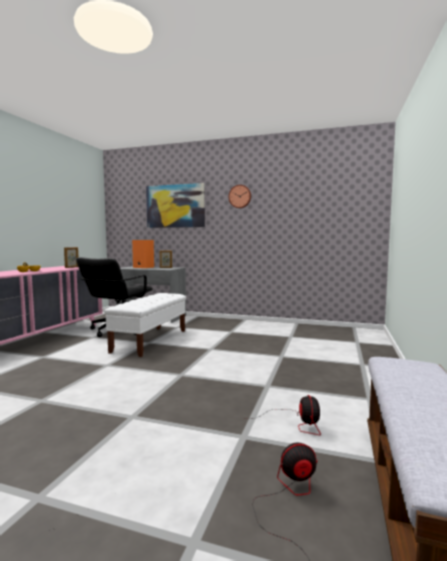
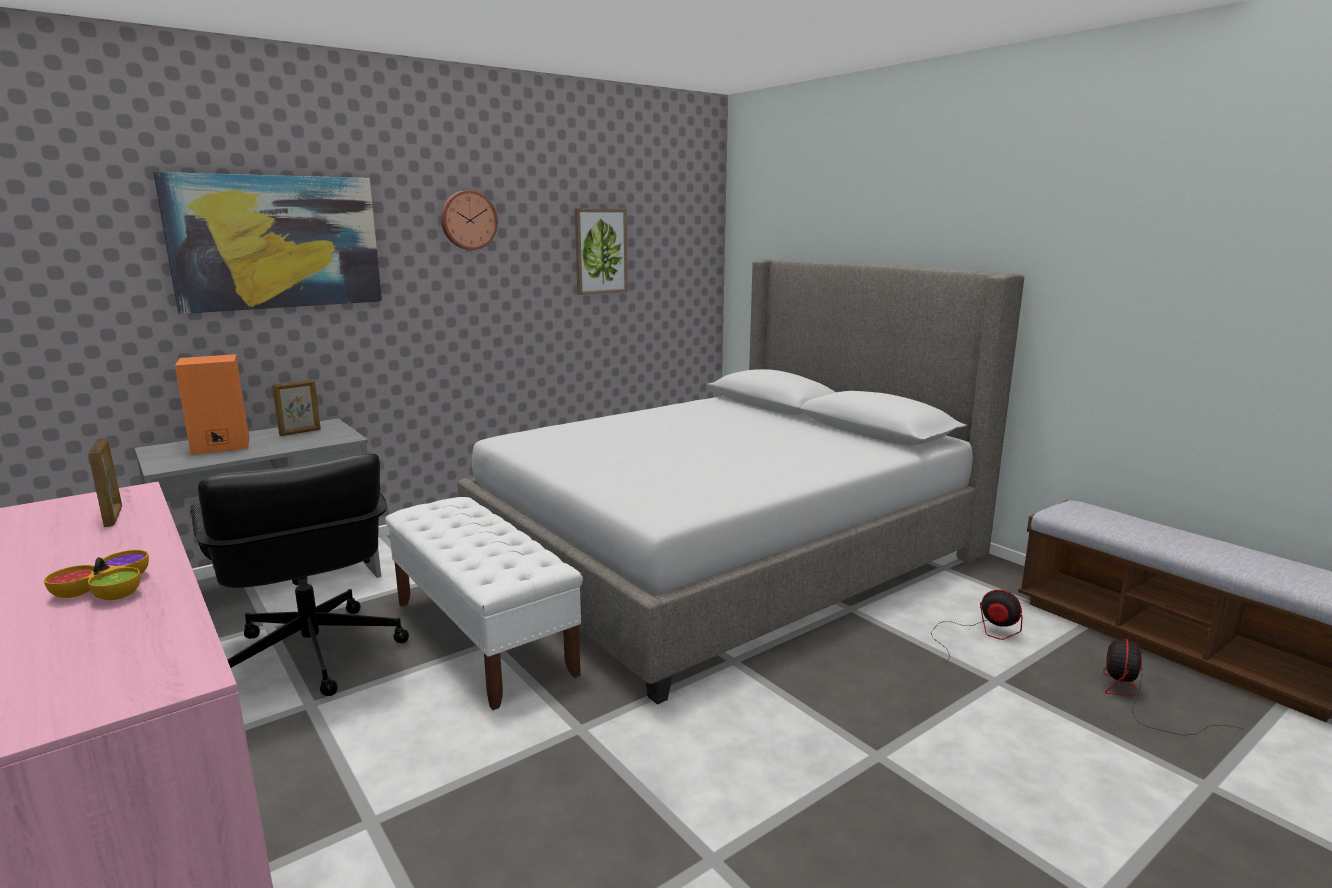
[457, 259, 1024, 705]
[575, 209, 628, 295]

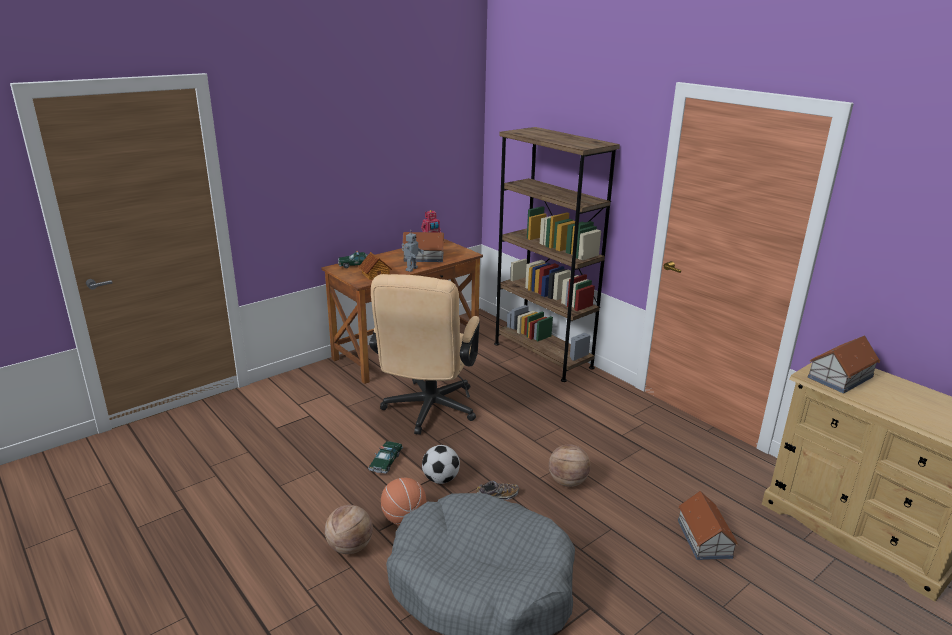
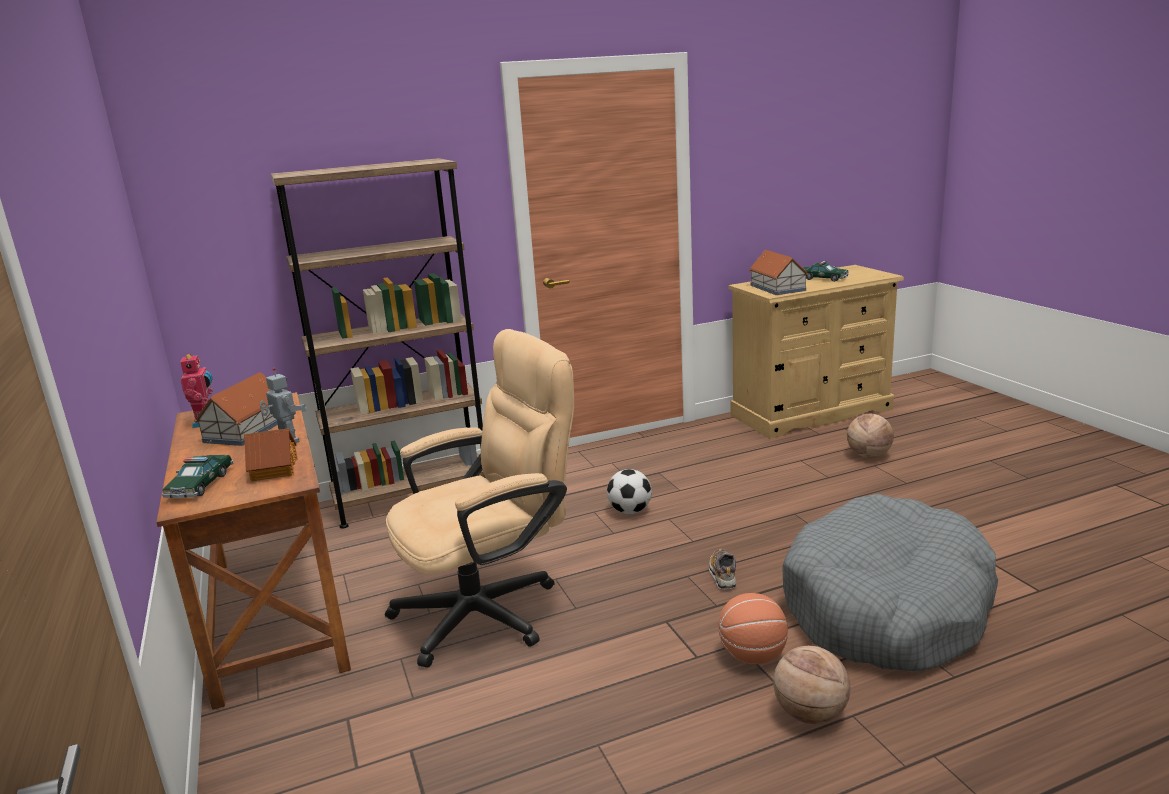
[678, 491, 738, 560] (first image)
[803, 261, 849, 282]
[607, 469, 652, 514]
[847, 414, 894, 458]
[385, 329, 574, 668]

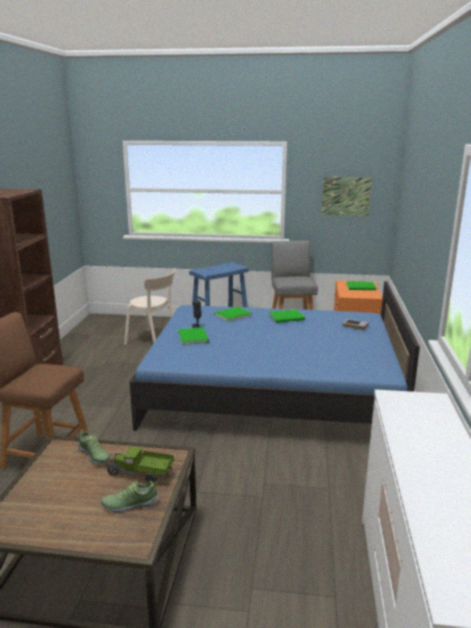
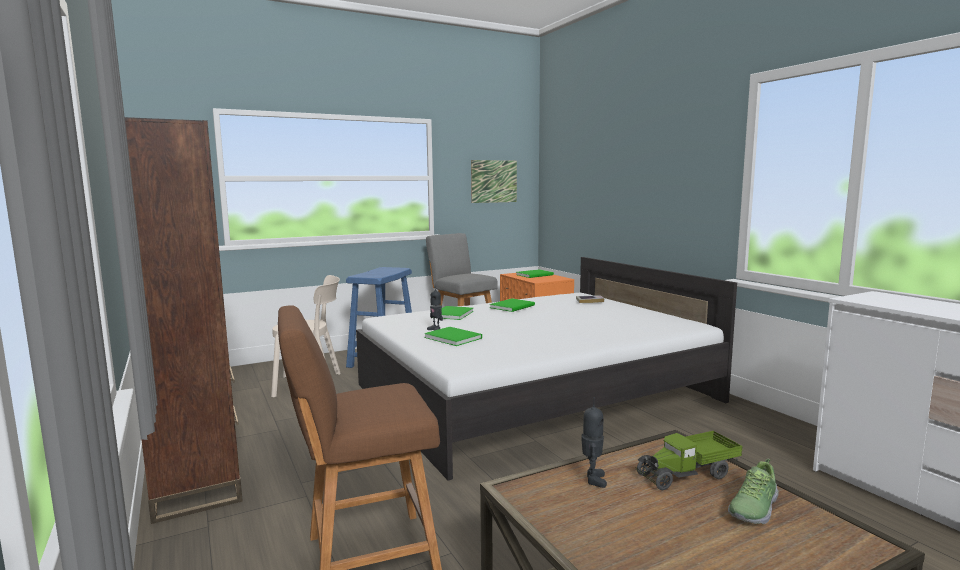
[581, 397, 607, 488]
[356, 257, 737, 481]

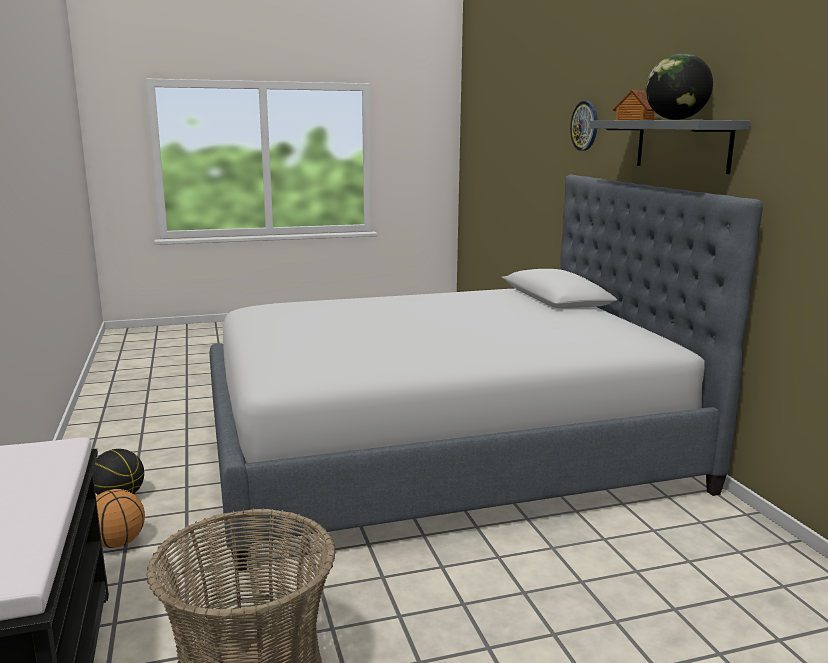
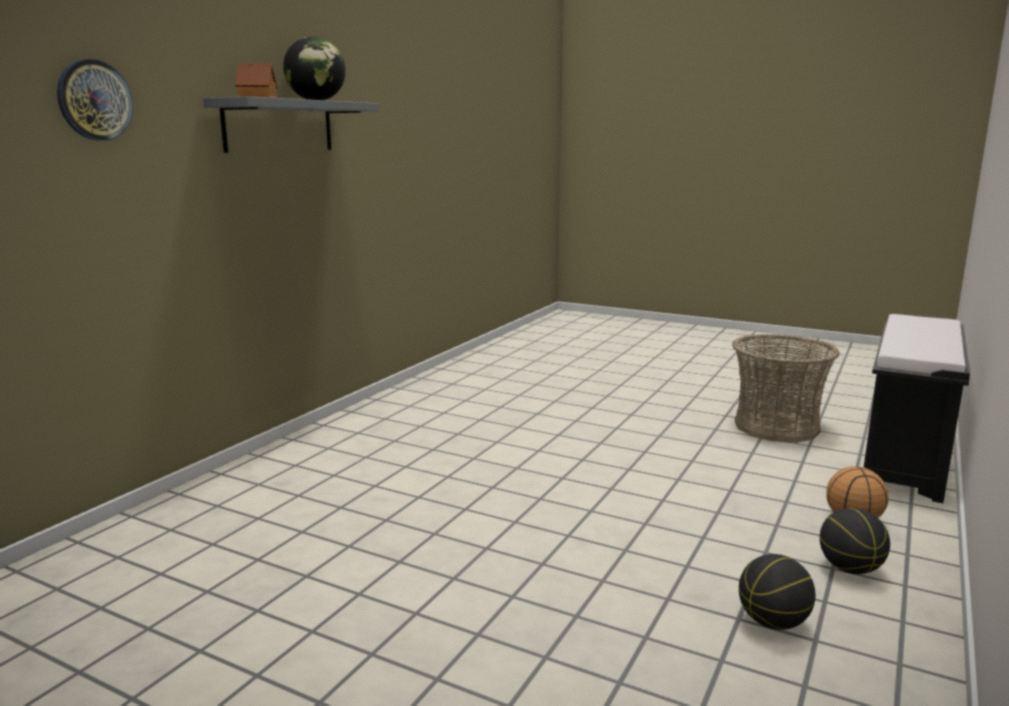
[210, 175, 763, 571] (first image)
[739, 554, 816, 630]

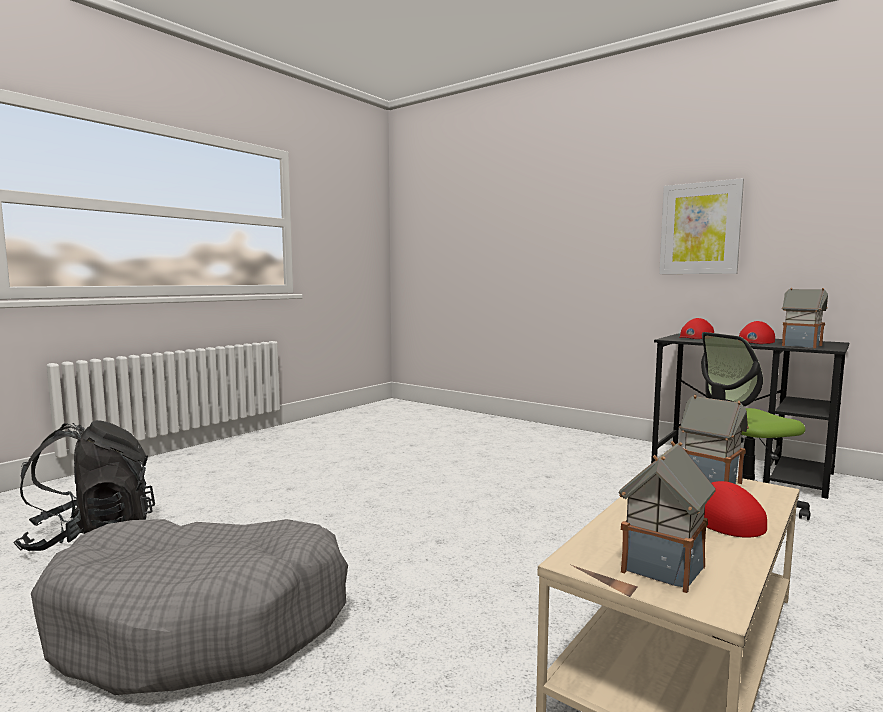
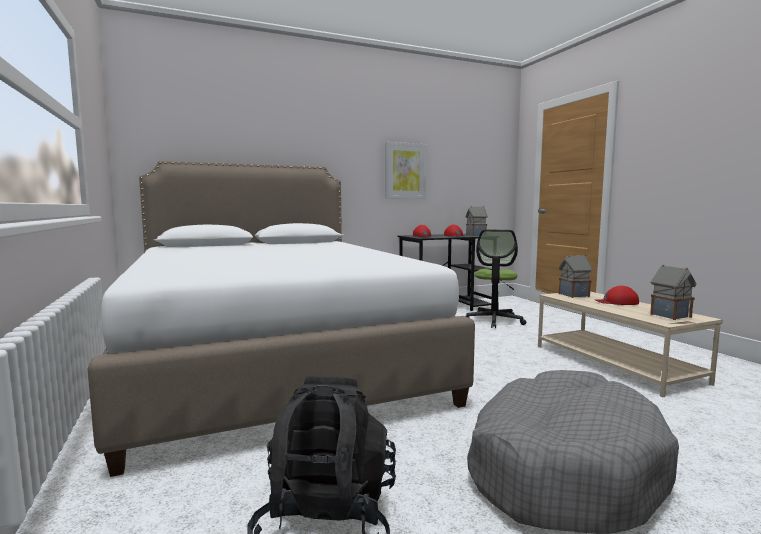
[87, 161, 475, 477]

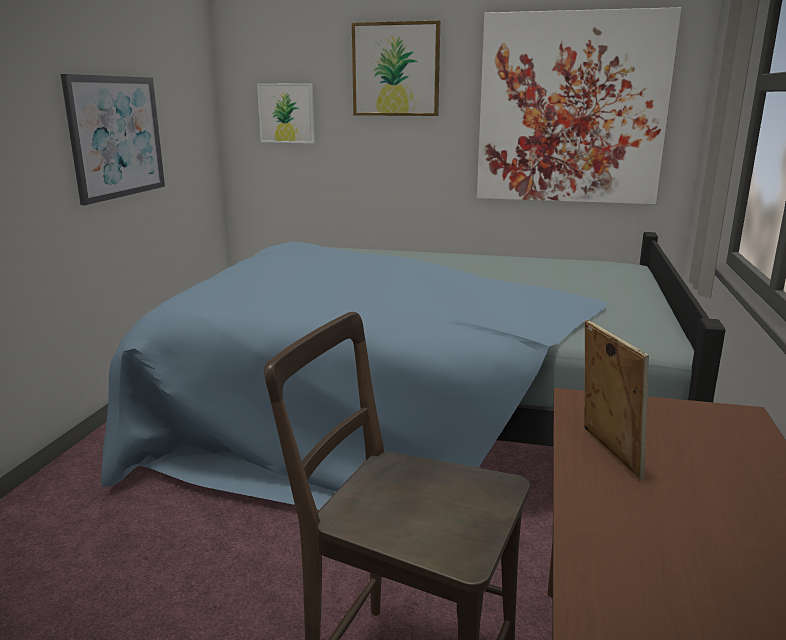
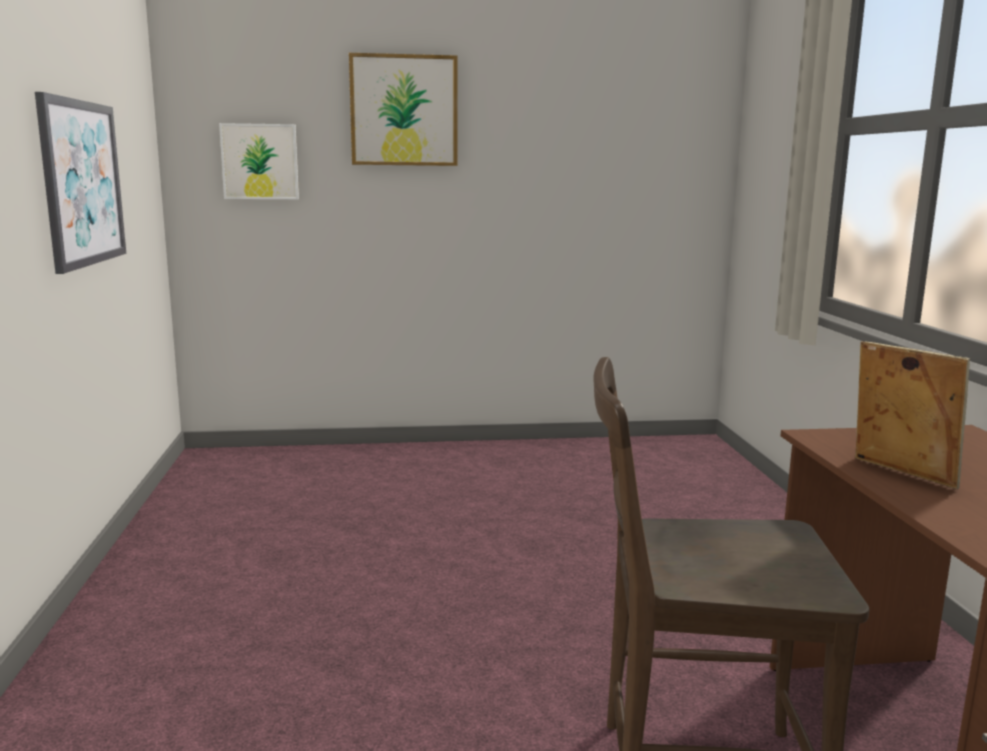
[101, 232, 726, 510] (first image)
[477, 7, 682, 204] (first image)

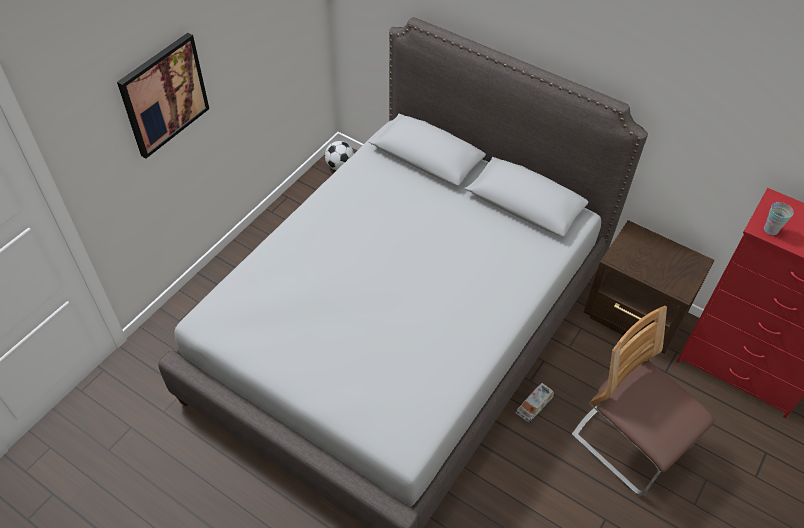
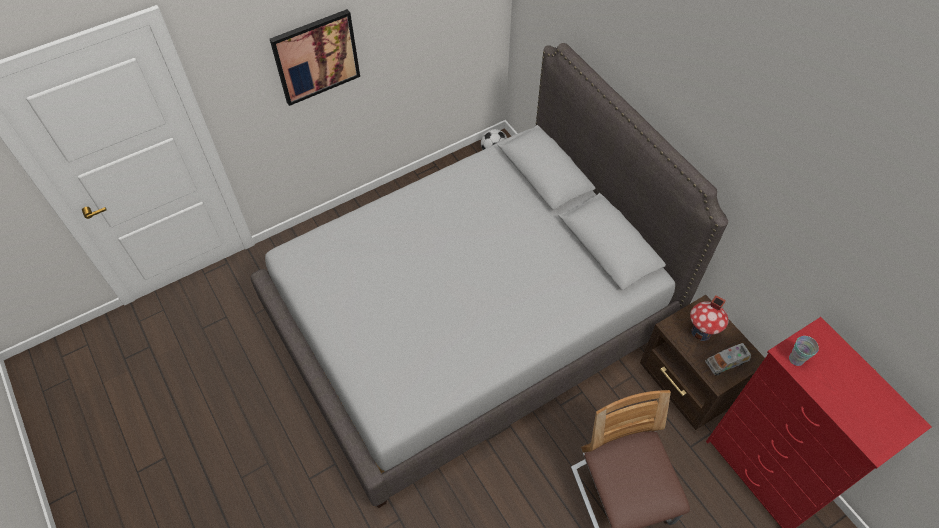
[690, 295, 728, 341]
[705, 343, 751, 376]

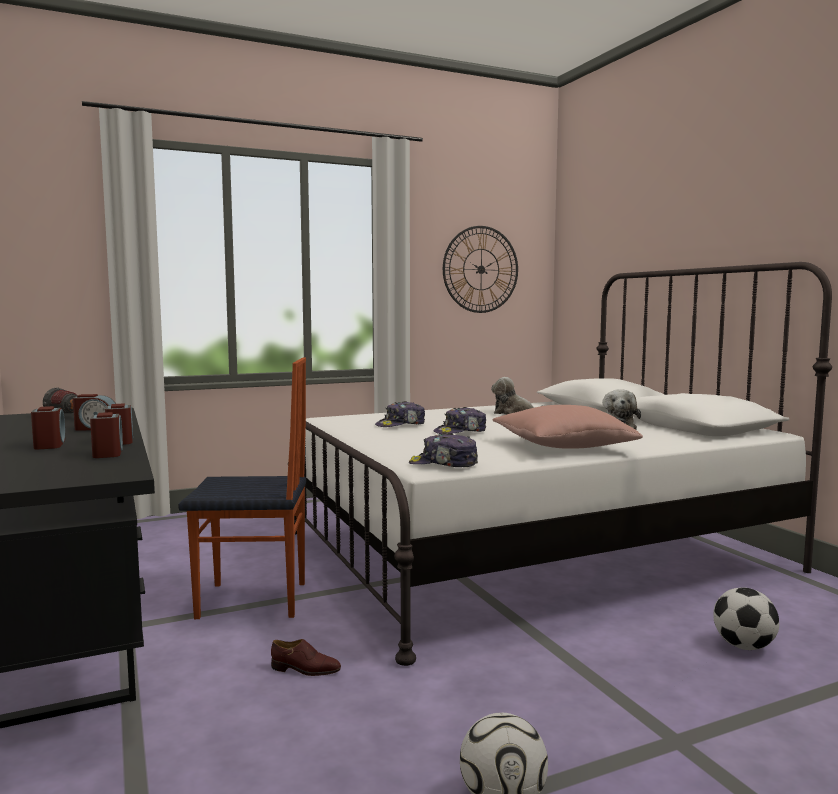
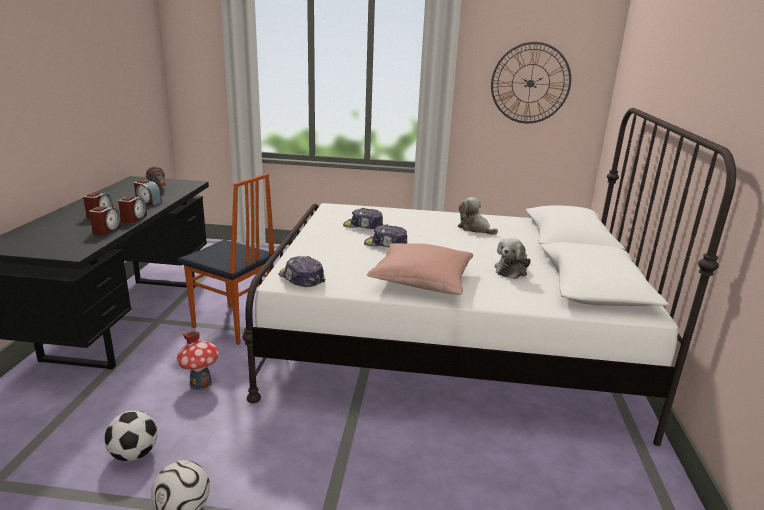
[105, 410, 158, 461]
[177, 330, 219, 390]

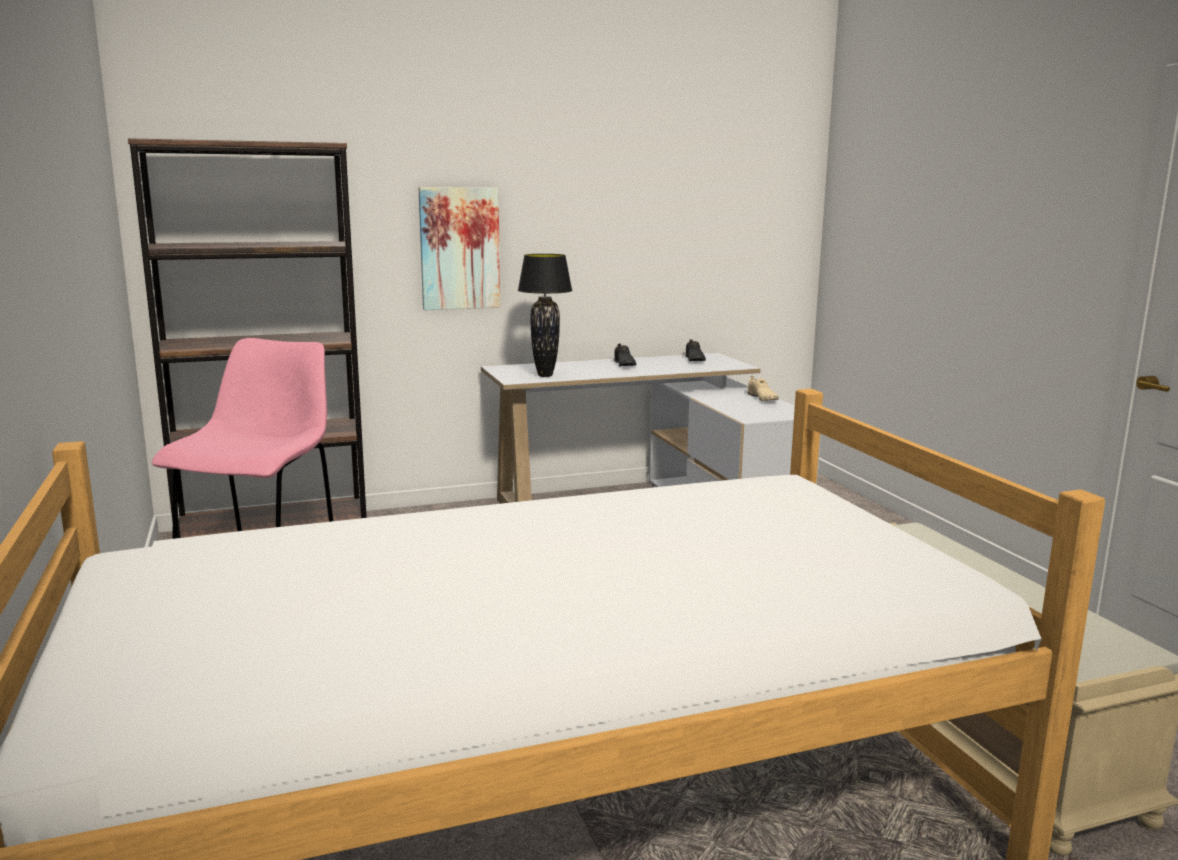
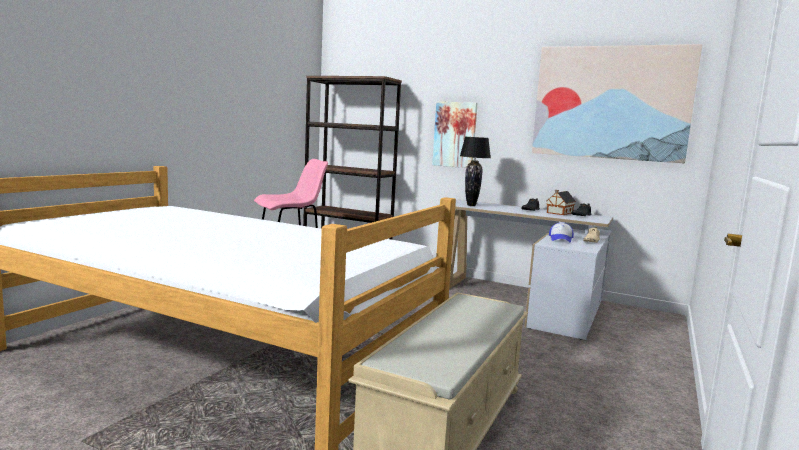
[532, 44, 702, 164]
[546, 190, 576, 215]
[549, 223, 574, 243]

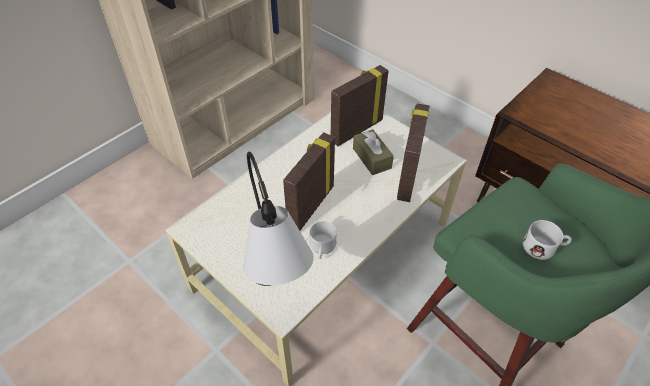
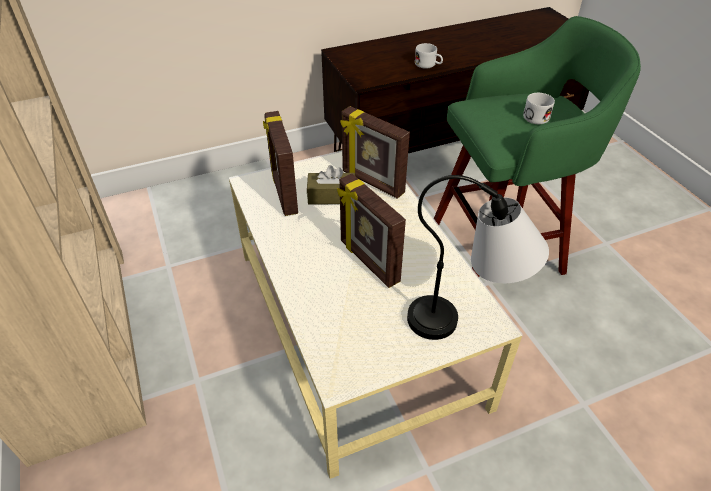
[415, 43, 443, 68]

